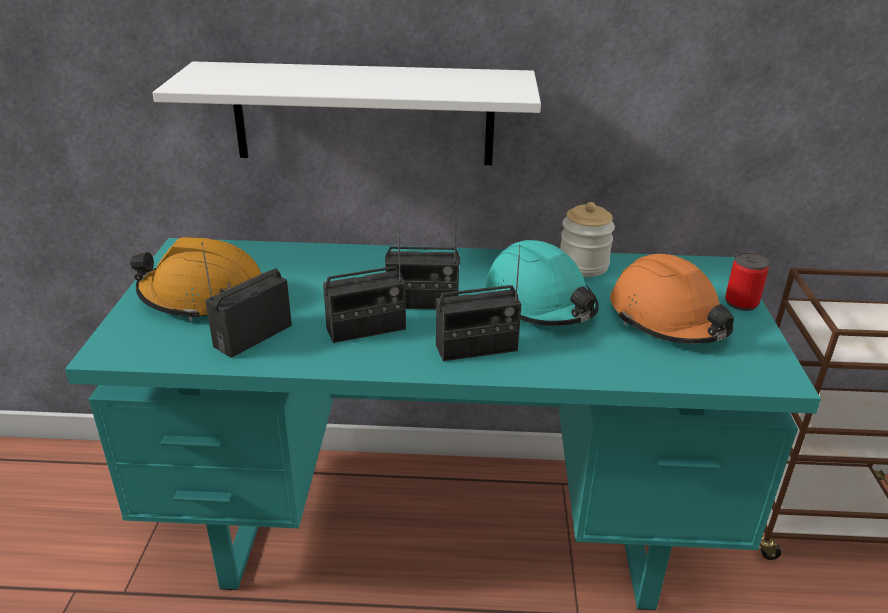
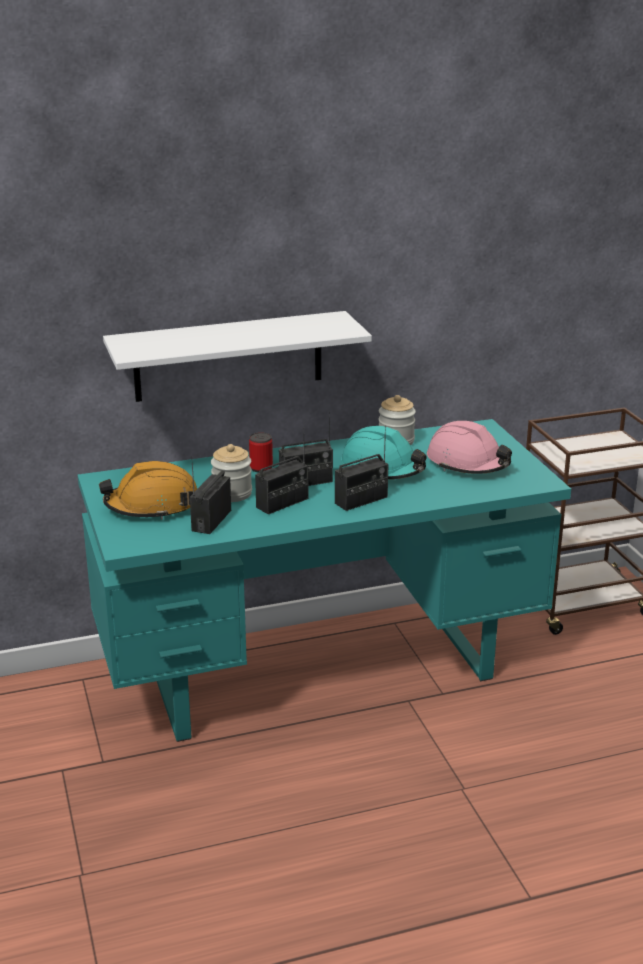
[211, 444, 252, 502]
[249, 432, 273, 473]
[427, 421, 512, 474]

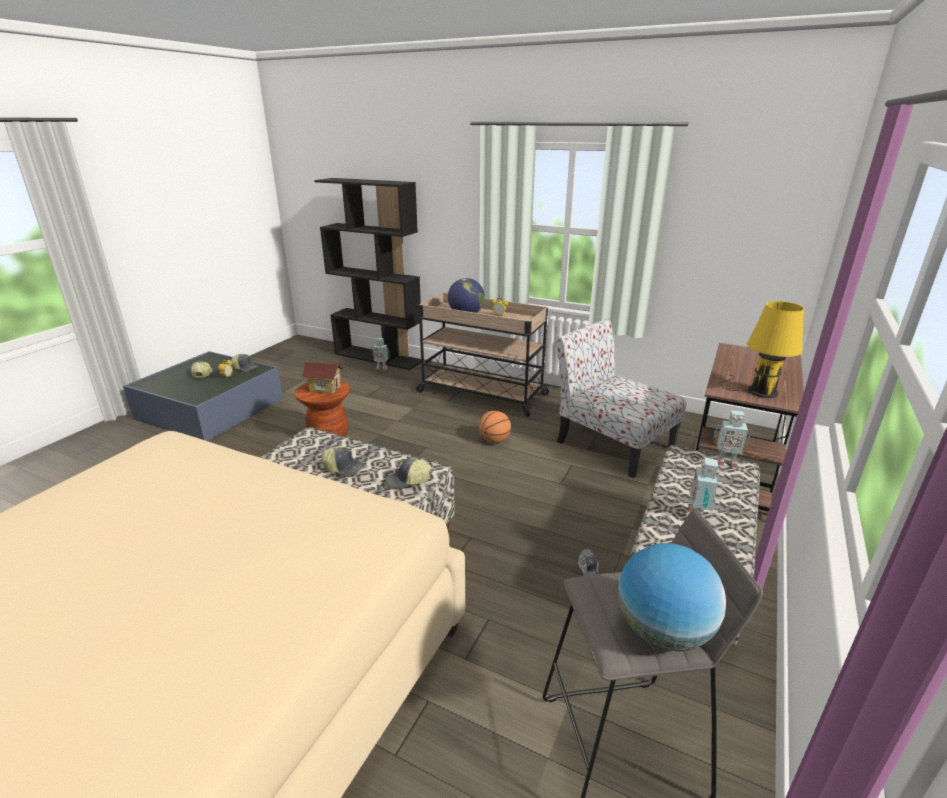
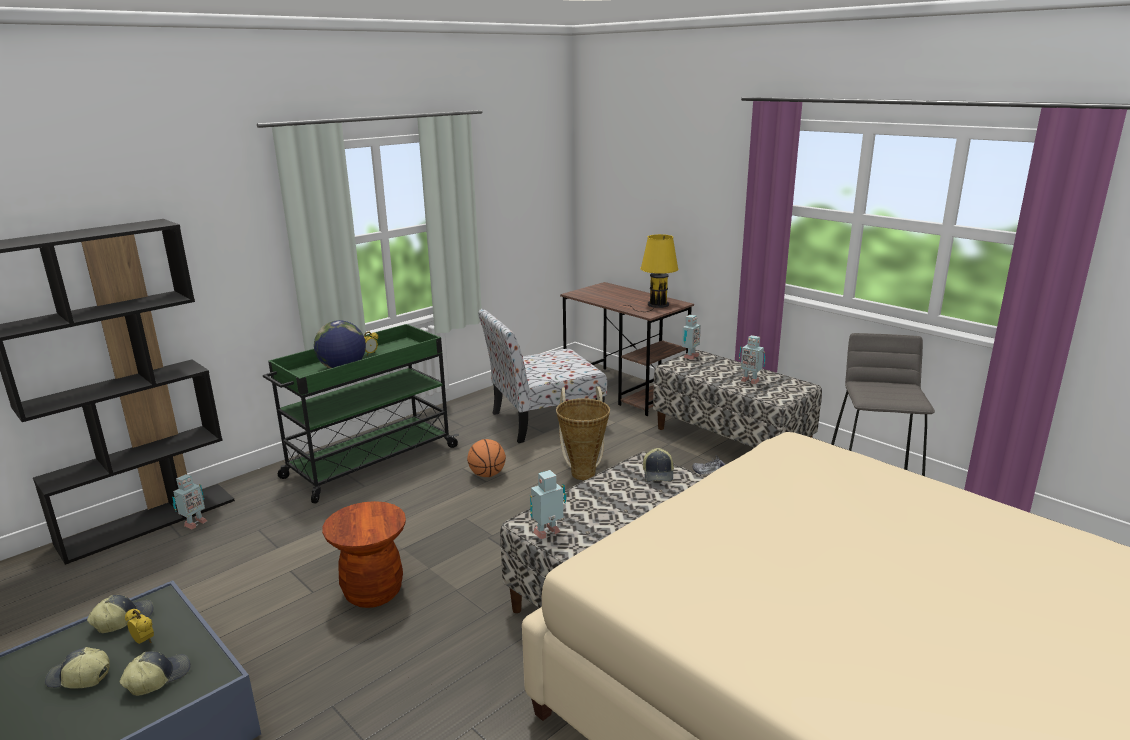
[302, 362, 345, 394] (first image)
[618, 543, 726, 652] (first image)
[530, 470, 566, 539]
[556, 386, 610, 480]
[119, 651, 191, 696]
[263, 324, 459, 504]

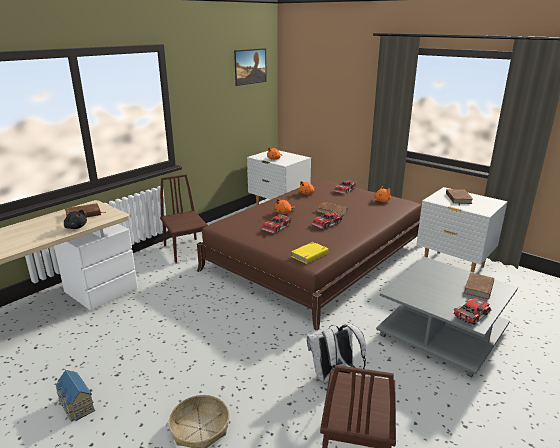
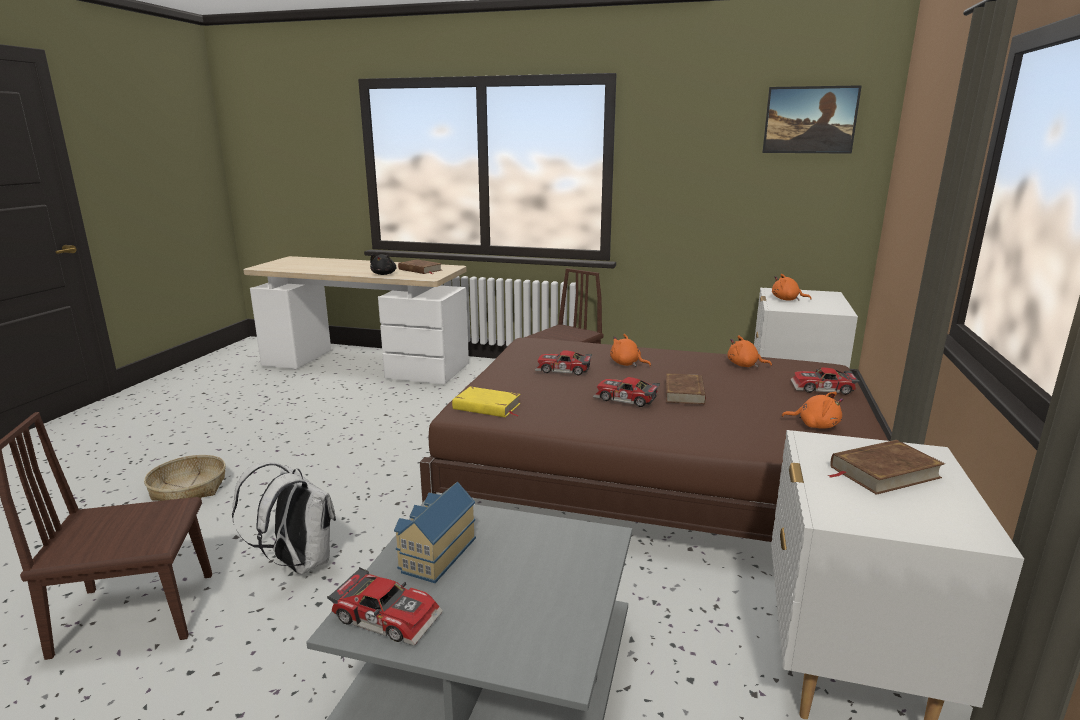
[464, 272, 494, 300] (first image)
[394, 482, 476, 583]

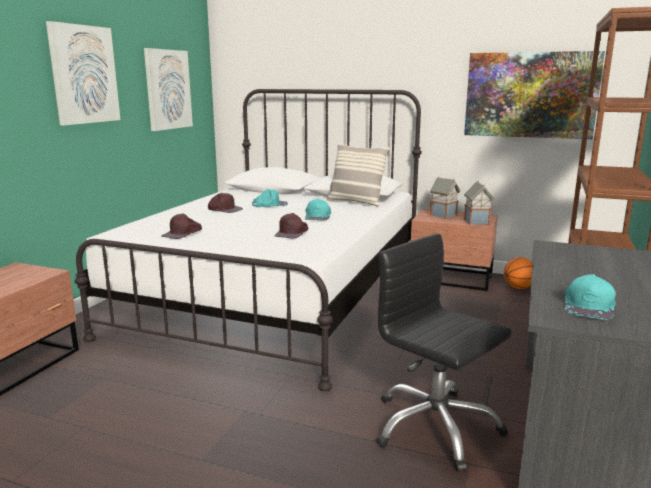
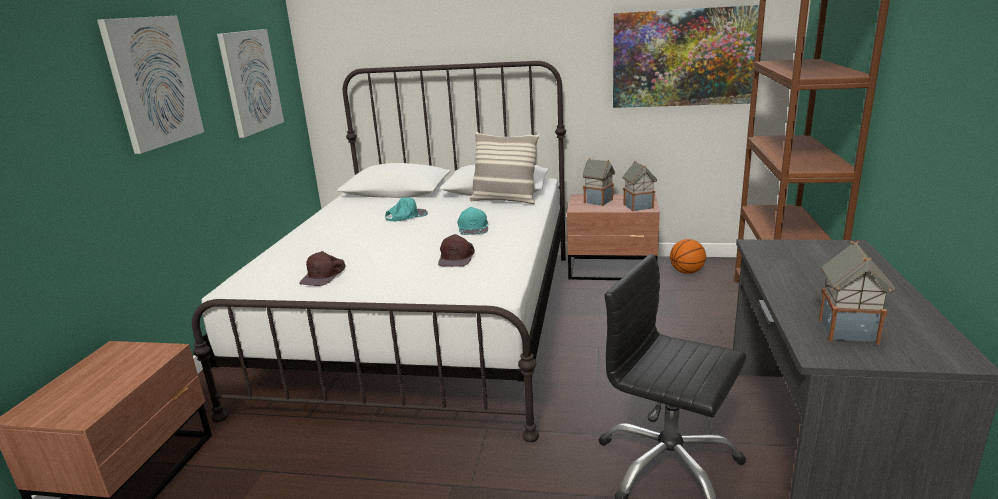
[208, 193, 243, 213] (first image)
[819, 241, 895, 345]

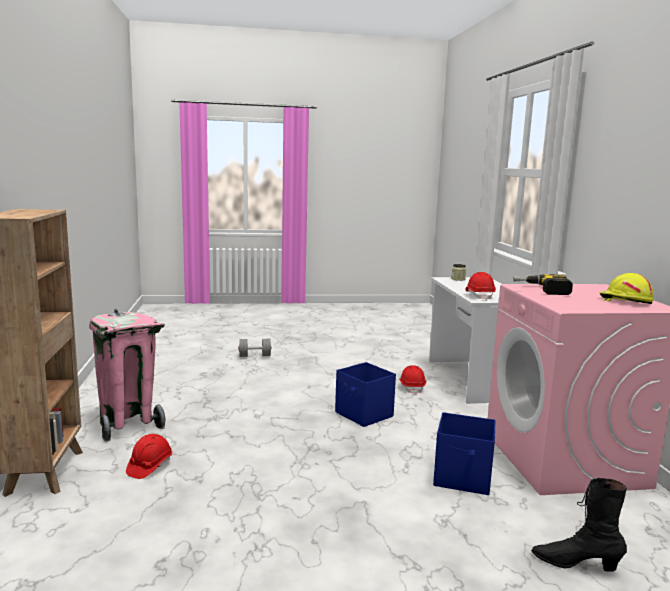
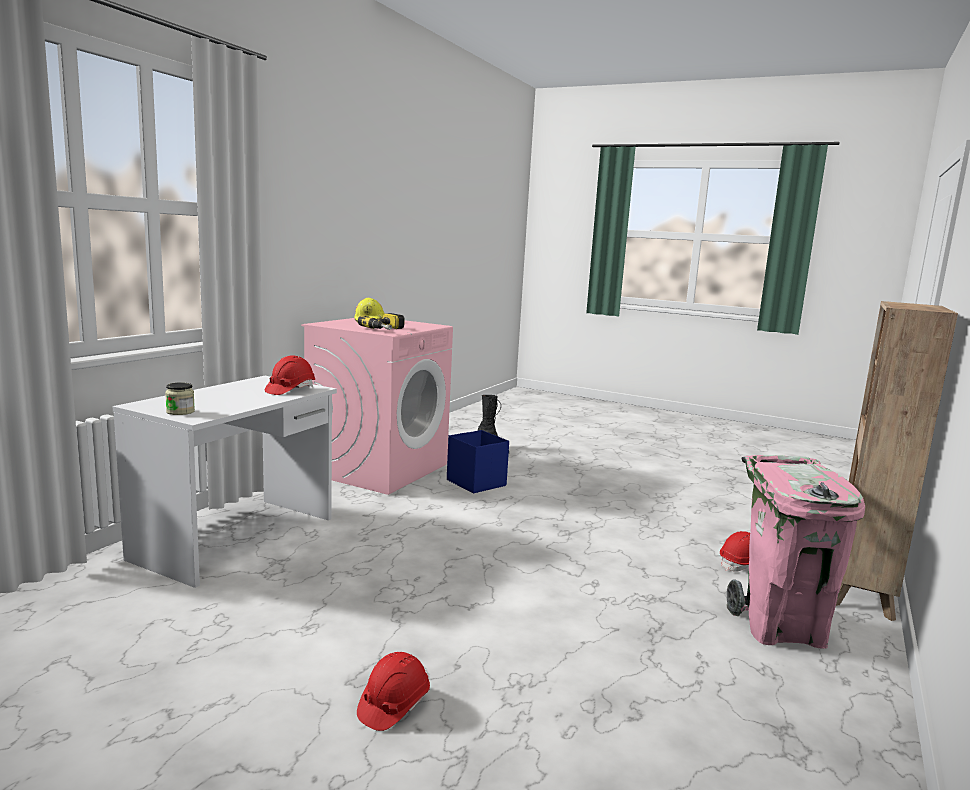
[238, 339, 272, 357] (first image)
[335, 362, 396, 427] (first image)
[357, 652, 430, 731]

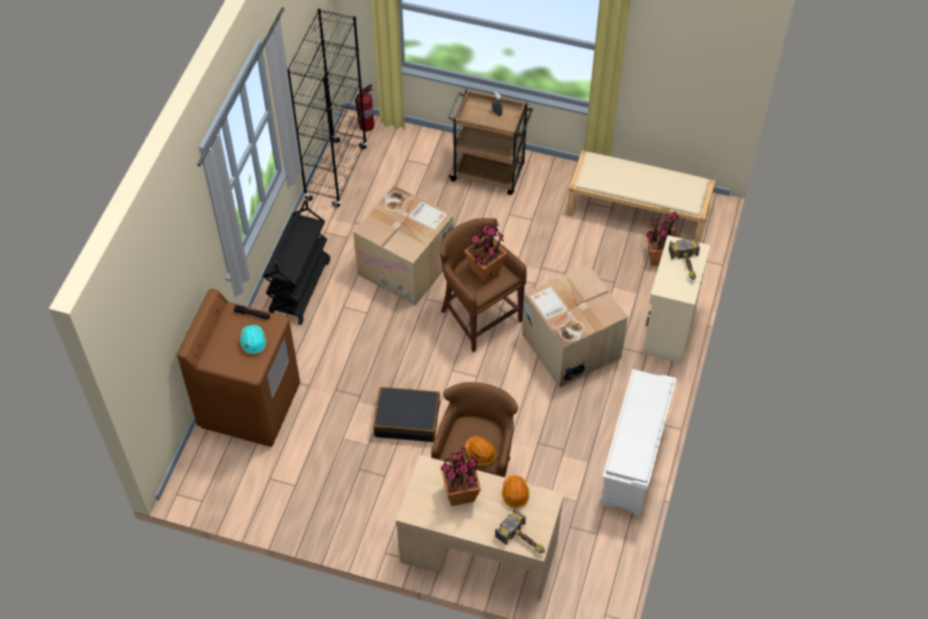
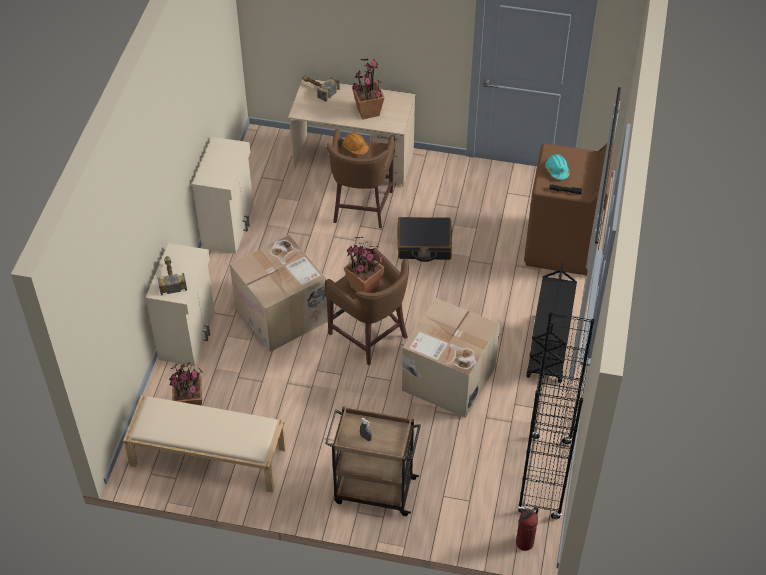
[502, 475, 529, 508] (first image)
[192, 137, 254, 254]

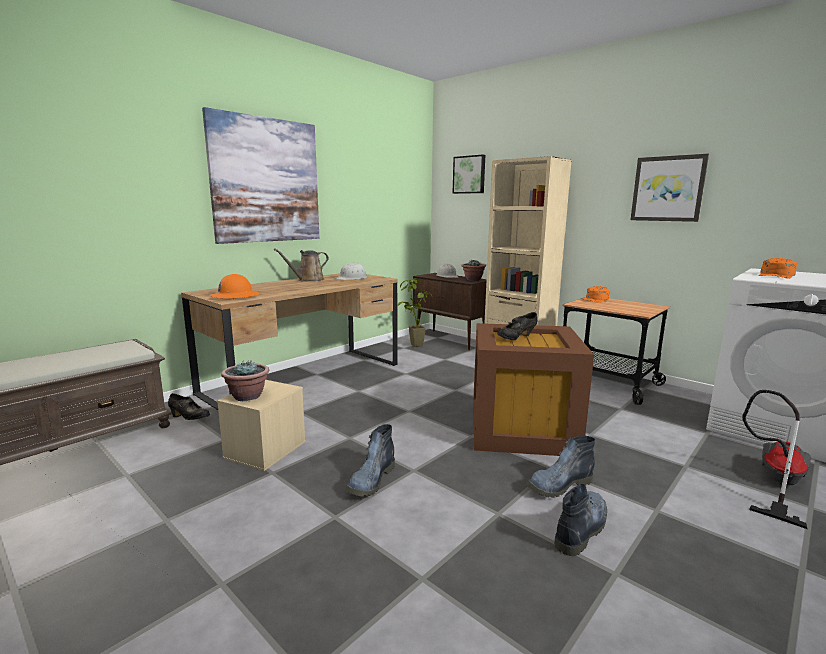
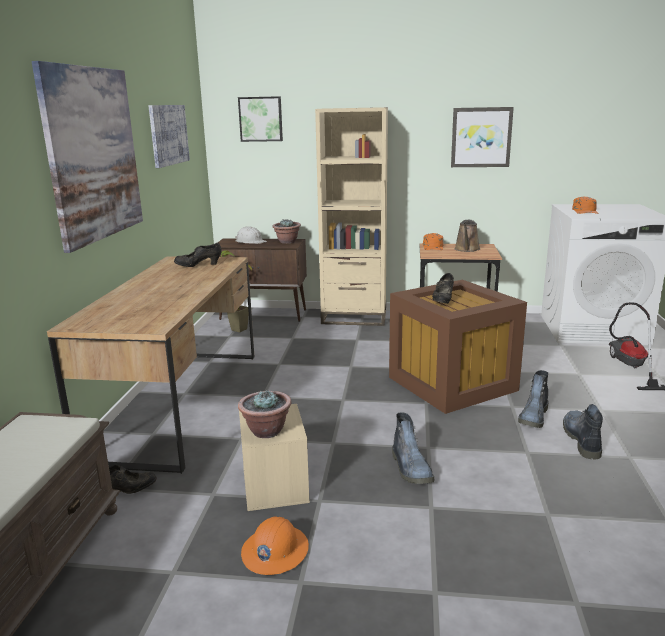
[148, 105, 190, 168]
[241, 517, 309, 575]
[454, 220, 480, 252]
[174, 243, 222, 267]

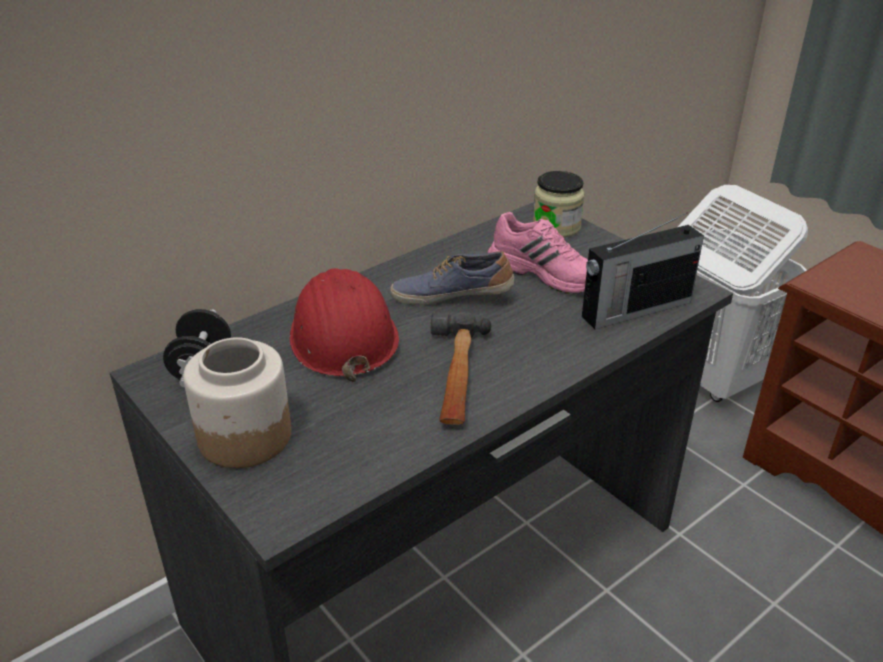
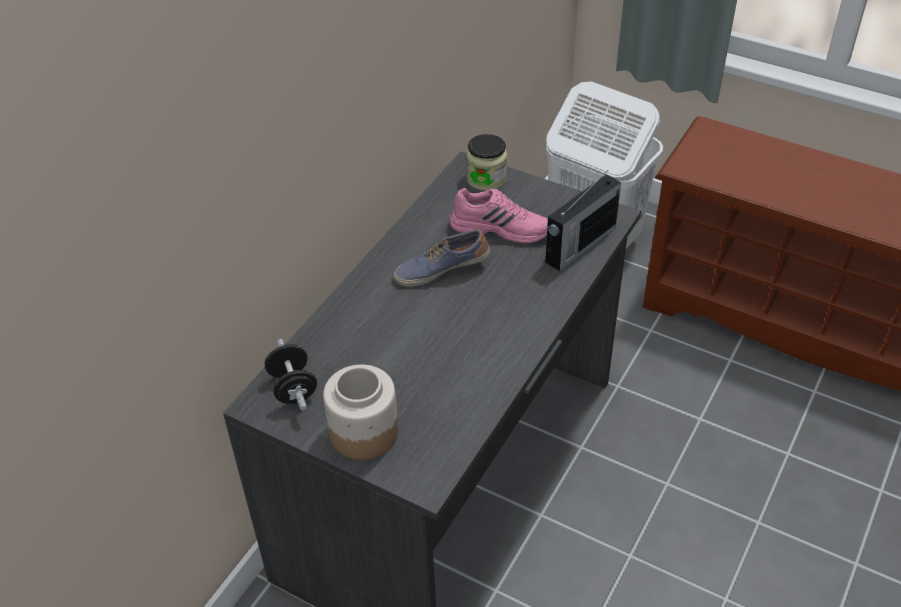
[290, 268, 399, 382] (first image)
[431, 312, 491, 425] (first image)

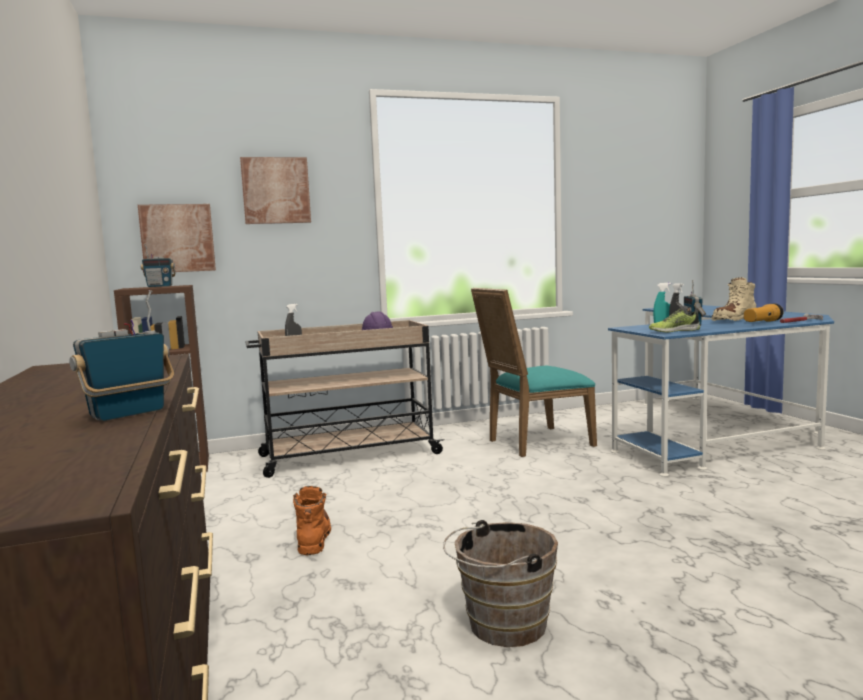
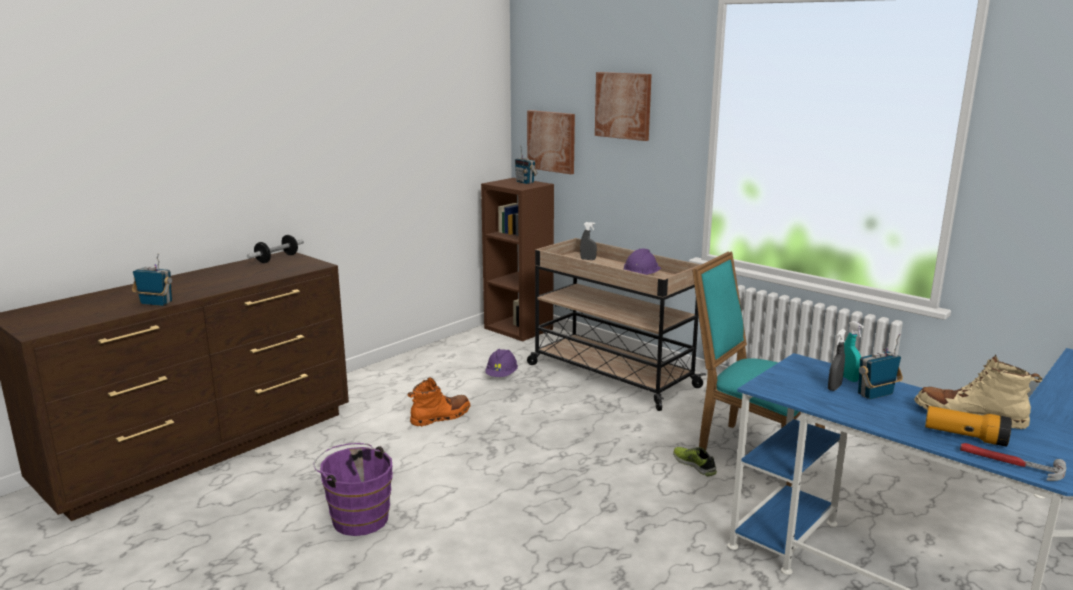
[247, 235, 304, 263]
[486, 349, 518, 377]
[673, 447, 717, 476]
[314, 443, 393, 536]

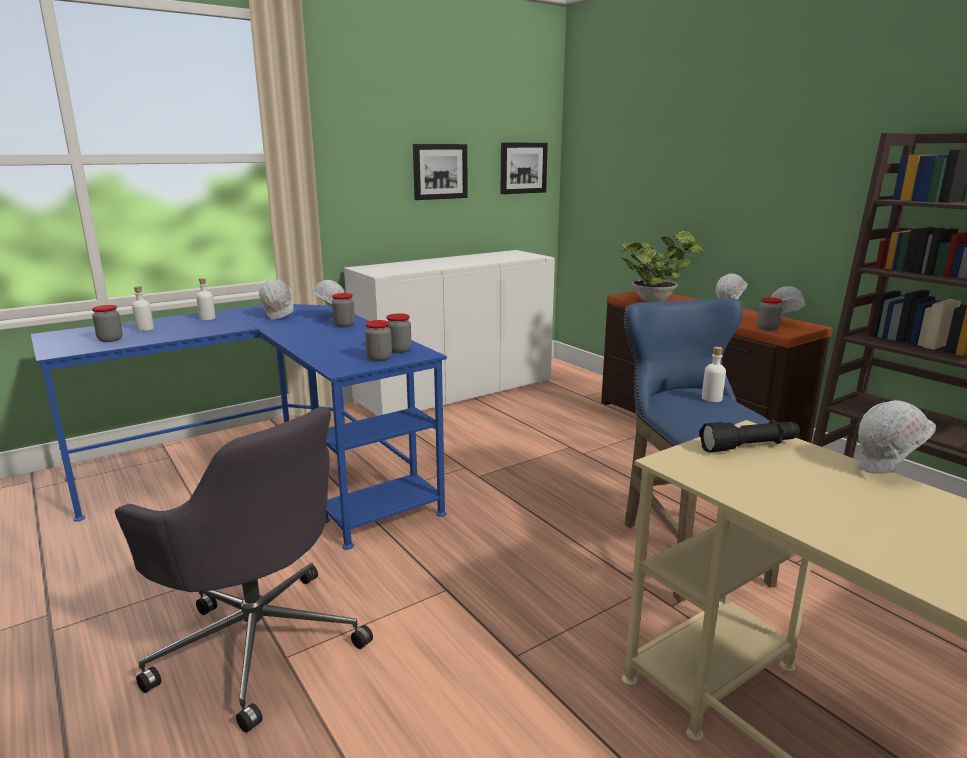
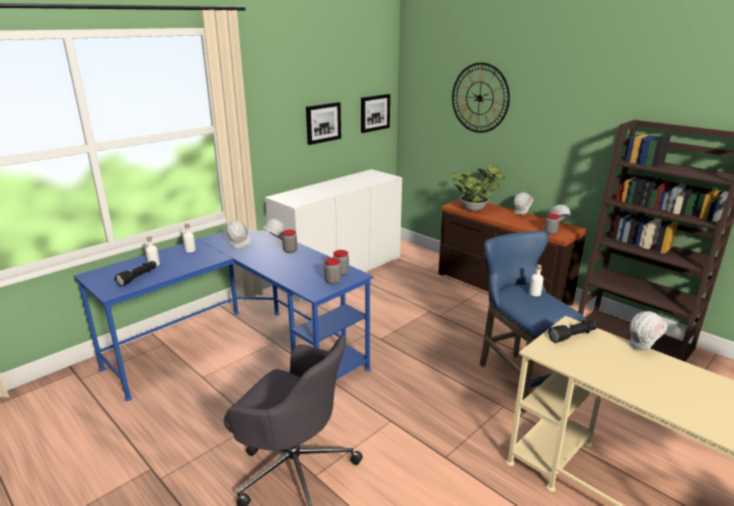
[452, 63, 510, 133]
[114, 261, 157, 286]

